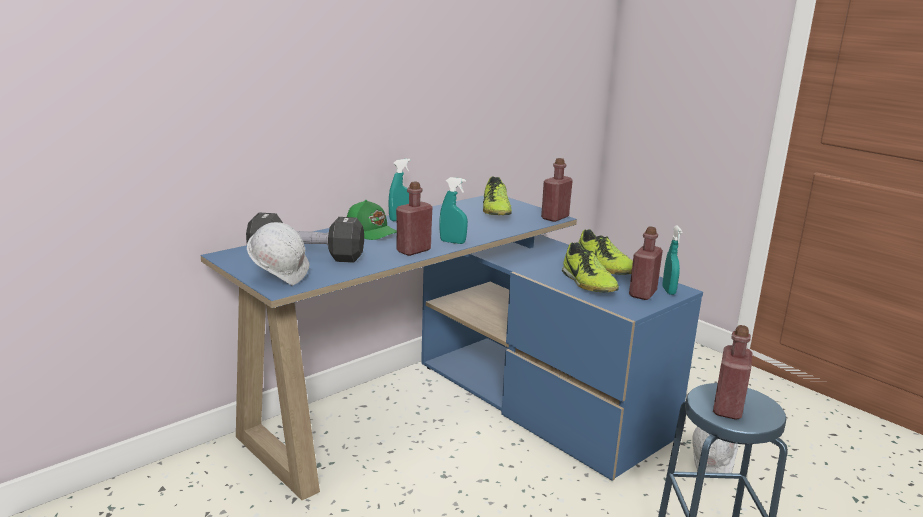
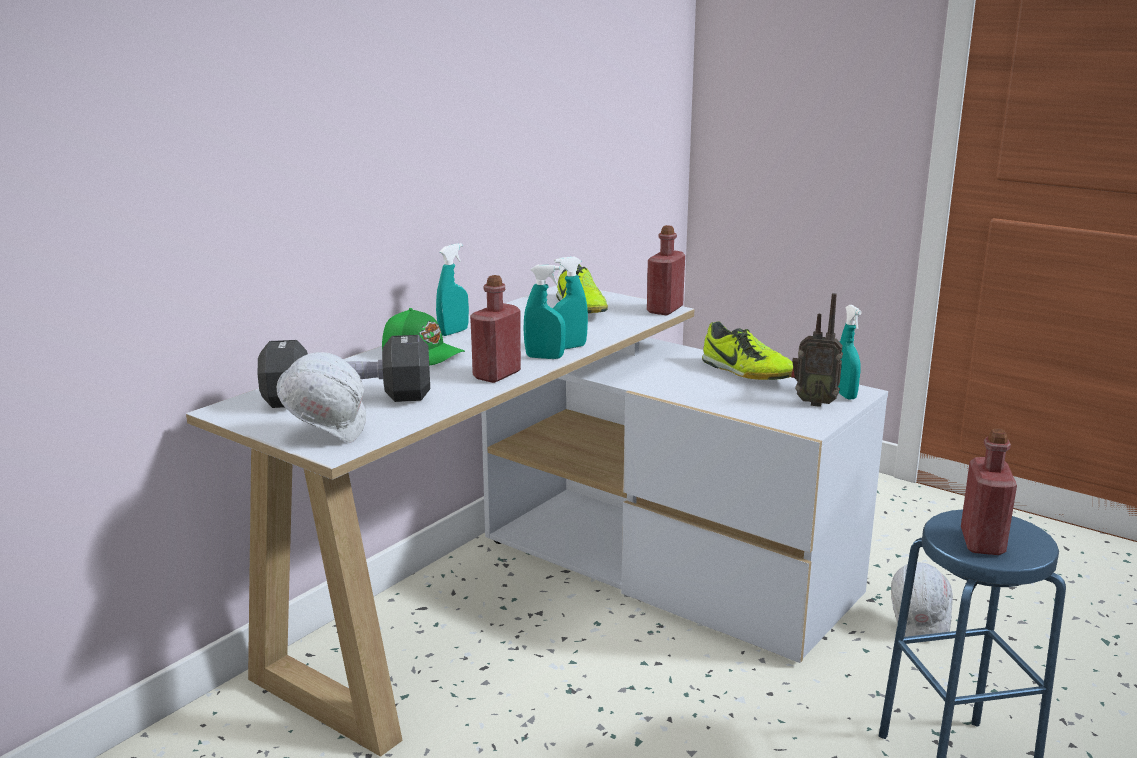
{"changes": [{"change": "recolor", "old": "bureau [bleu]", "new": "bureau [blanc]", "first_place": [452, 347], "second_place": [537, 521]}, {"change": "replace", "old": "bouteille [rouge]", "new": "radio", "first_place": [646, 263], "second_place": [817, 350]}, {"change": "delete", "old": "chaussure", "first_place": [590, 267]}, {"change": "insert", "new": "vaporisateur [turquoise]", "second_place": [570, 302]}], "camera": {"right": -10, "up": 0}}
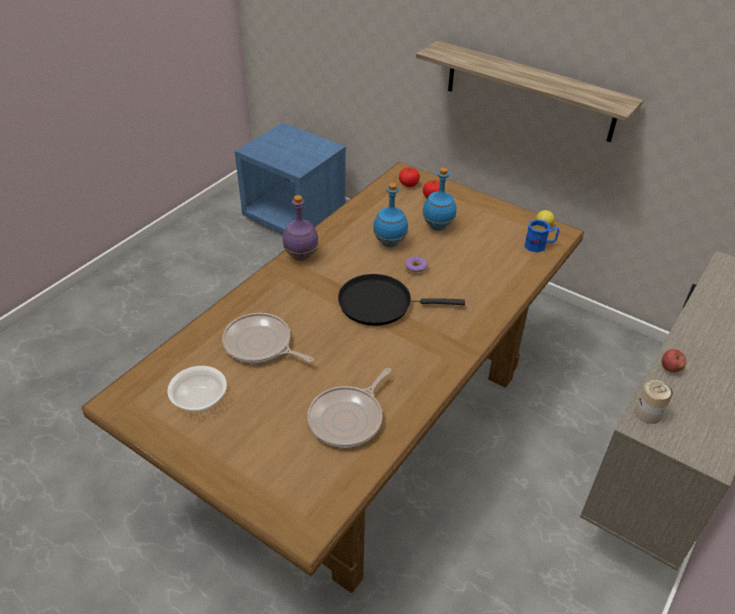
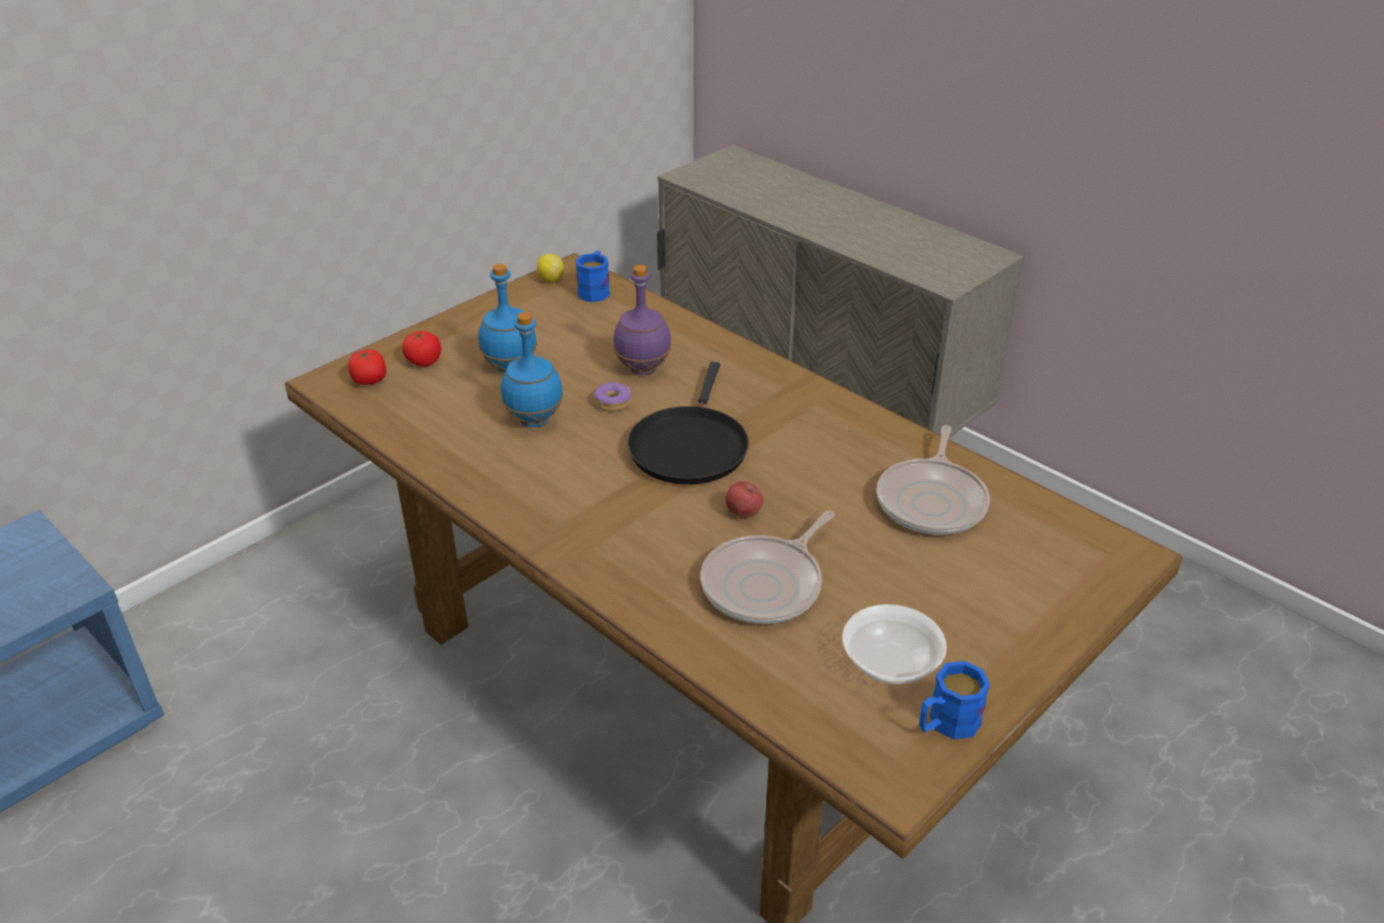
{"changes": [{"change": "delete", "old": "étagère", "first_place": [530, 91]}, {"change": "move", "old": "bouteille [violet]", "first_place": [301, 227], "second_place": [642, 320]}, {"change": "move", "old": "pomme", "first_place": [674, 361], "second_place": [744, 499]}, {"change": "rotate", "old": "poêle", "first_place": [349, 408], "second_place": [933, 480], "degrees": 60}, {"change": "delete", "old": "boîte métallique", "first_place": [654, 402]}, {"change": "insert", "new": "mug [bleu]", "second_place": [954, 700]}], "camera": {"right": -80, "up": -5}}
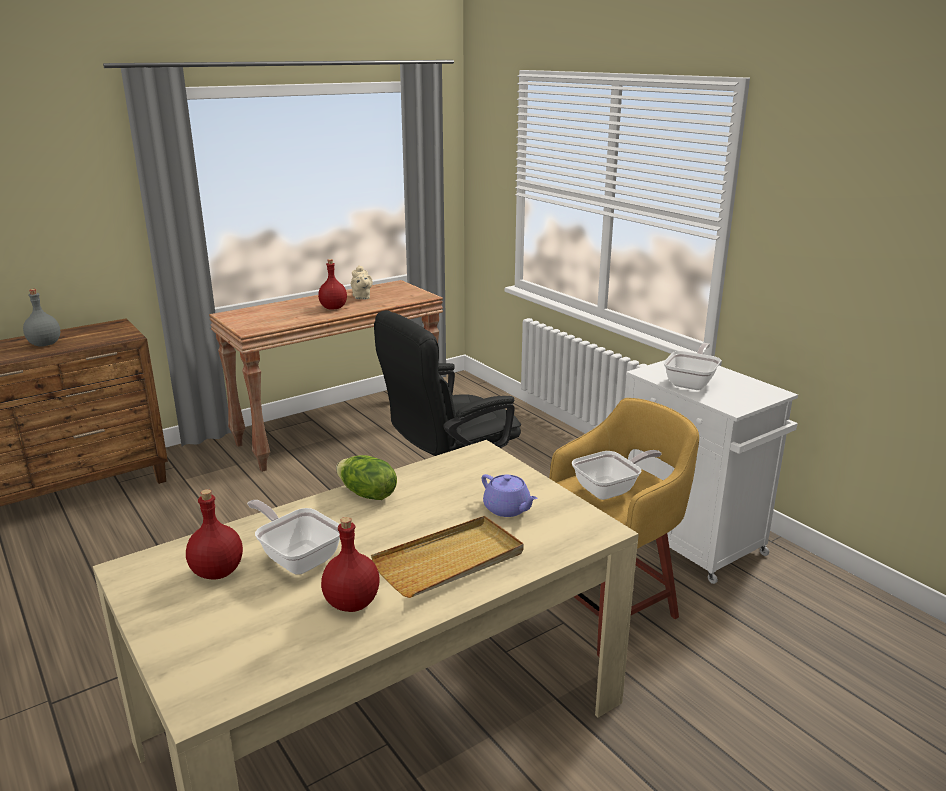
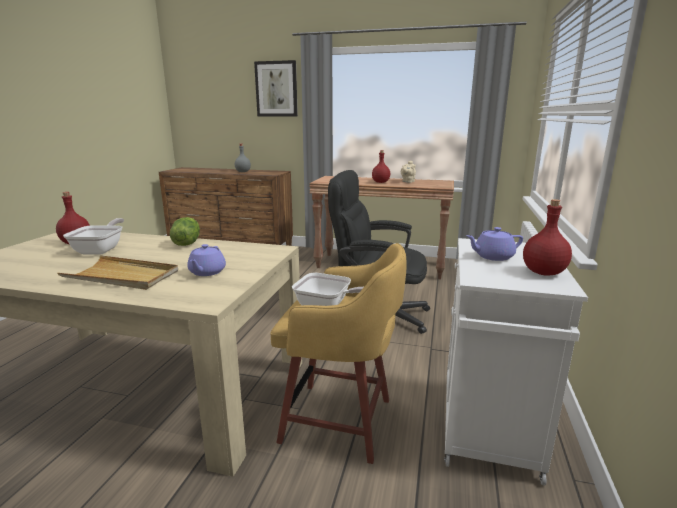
{"changes": [{"change": "replace", "old": "poêle", "new": "théière [violet]", "first_place": [692, 366], "second_place": [494, 244]}, {"change": "move", "old": "bouteille [rouge]", "first_place": [350, 564], "second_place": [547, 237]}, {"change": "insert", "new": "tableau", "second_place": [276, 88]}], "camera": {"right": 50, "up": -5}}
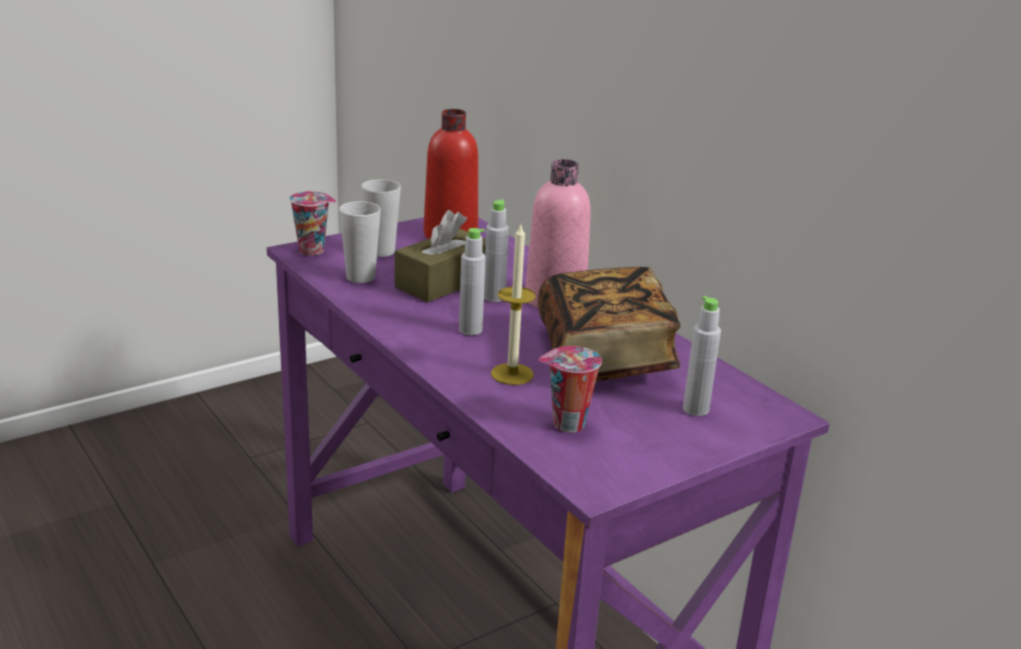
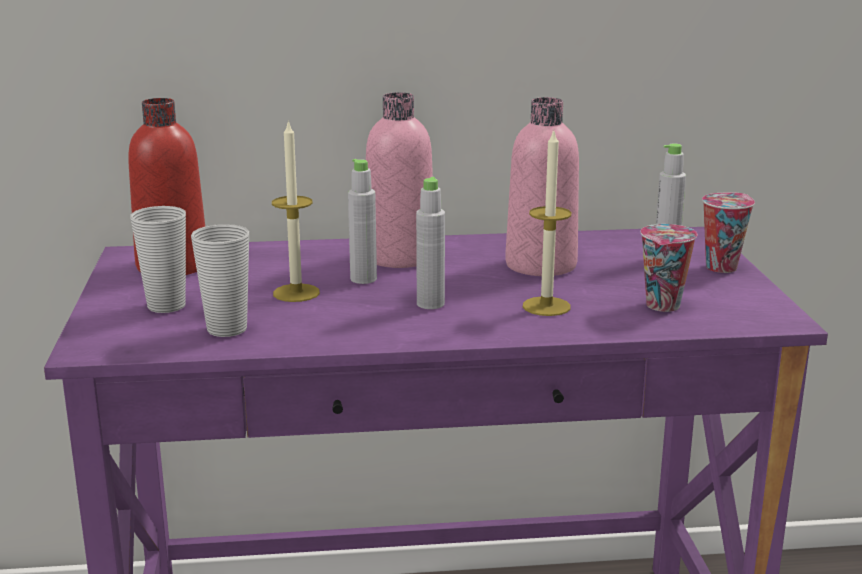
{"changes": [{"change": "move", "old": "tasse", "first_place": [312, 223], "second_place": [728, 232]}, {"change": "replace", "old": "boîte à mouchoirs [marron]", "new": "bougie", "first_place": [440, 256], "second_place": [296, 211]}, {"change": "replace", "old": "livre", "new": "bouteille [rose]", "first_place": [609, 324], "second_place": [542, 186]}], "camera": {"right": -60, "up": -5}}
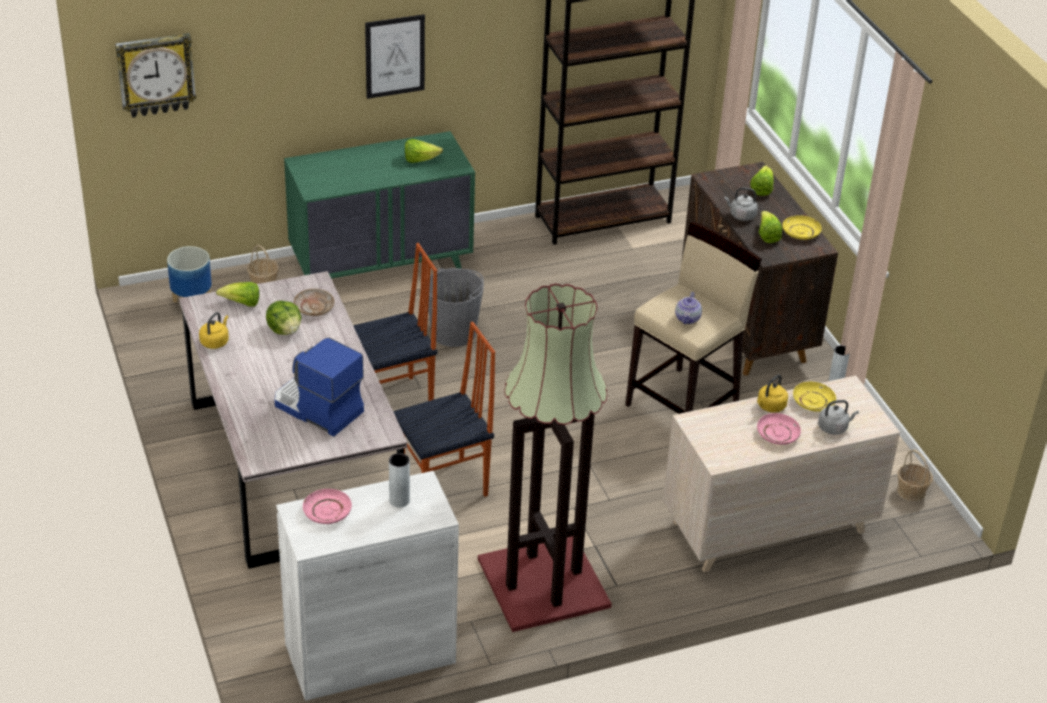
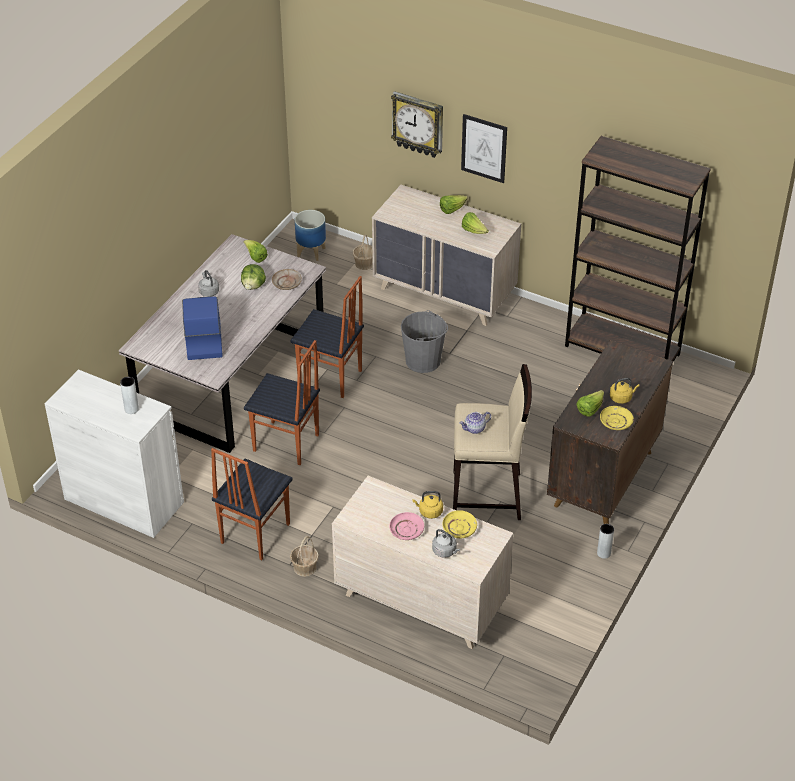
{"changes": [{"change": "move", "old": "horloge murale", "first_place": [156, 75], "second_place": [417, 124]}, {"change": "recolor", "old": "commode [vert]", "new": "commode [beige]", "first_place": [379, 205], "second_place": [446, 255]}, {"change": "move", "old": "laitue", "first_place": [762, 180], "second_place": [454, 204]}, {"change": "move", "old": "bouilloire [gris]", "first_place": [741, 204], "second_place": [208, 283]}, {"change": "replace", "old": "lampadaire", "new": "chaise", "first_place": [545, 458], "second_place": [252, 504]}, {"change": "move", "old": "bouilloire [jaune]", "first_place": [214, 330], "second_place": [624, 391]}, {"change": "move", "old": "panier", "first_place": [915, 475], "second_place": [304, 556]}, {"change": "delete", "old": "assiette [rose]", "first_place": [327, 506]}], "camera": {"right": 50, "up": 5}}
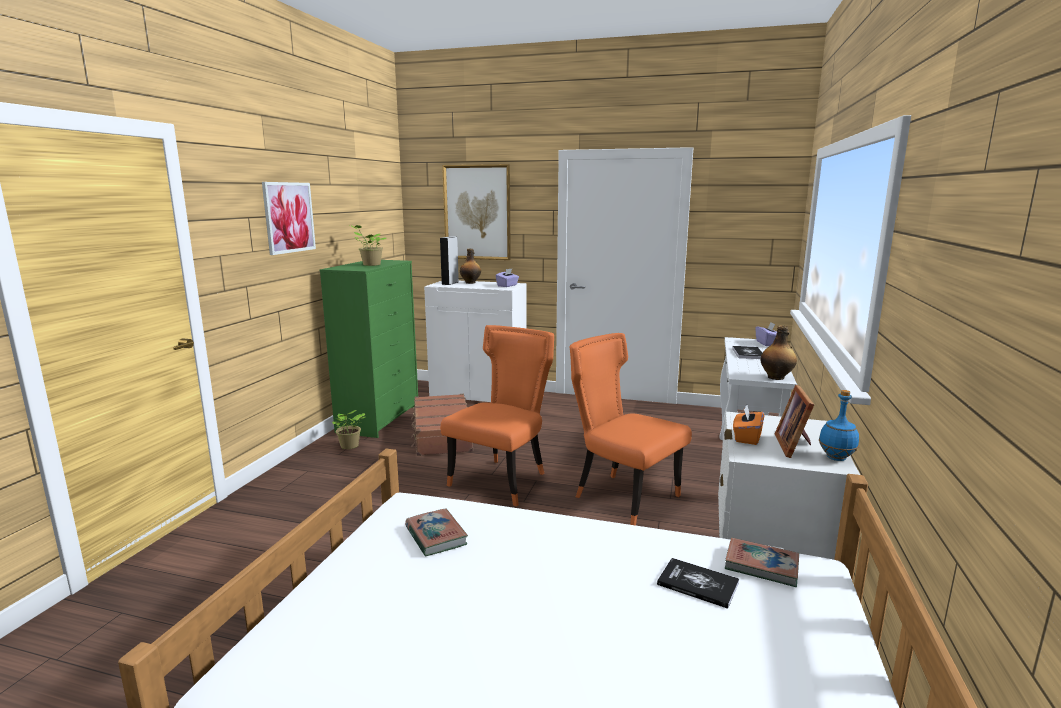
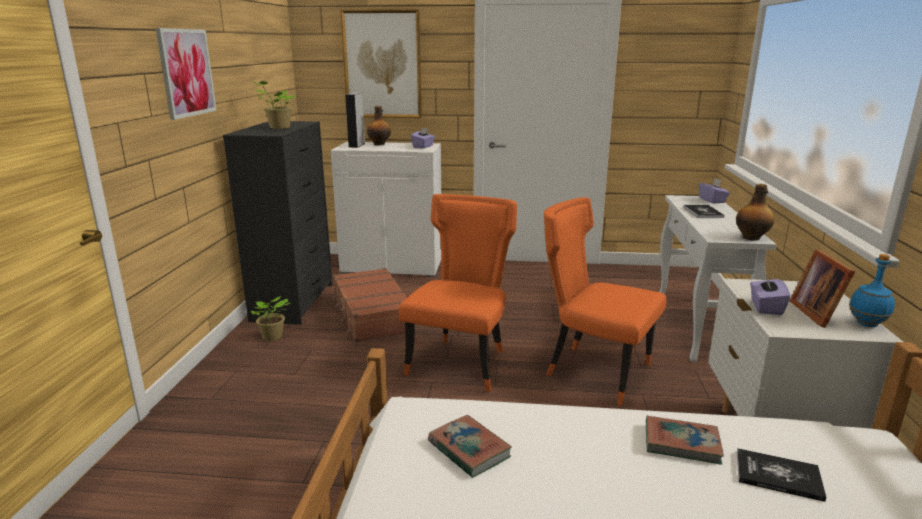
{"changes": [{"change": "recolor", "old": "commode [vert]", "new": "commode [noir]", "first_place": [368, 349], "second_place": [278, 223]}, {"change": "recolor", "old": "boîte à mouchoirs [orange]", "new": "boîte à mouchoirs [violet]", "first_place": [749, 425], "second_place": [770, 294]}, {"change": "move", "old": "livre", "first_place": [762, 562], "second_place": [685, 440]}], "camera": {"right": -10, "up": 5}}
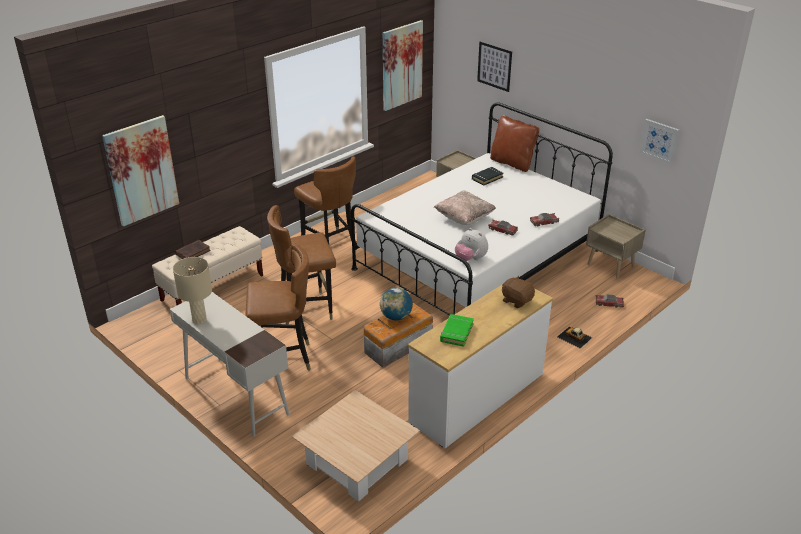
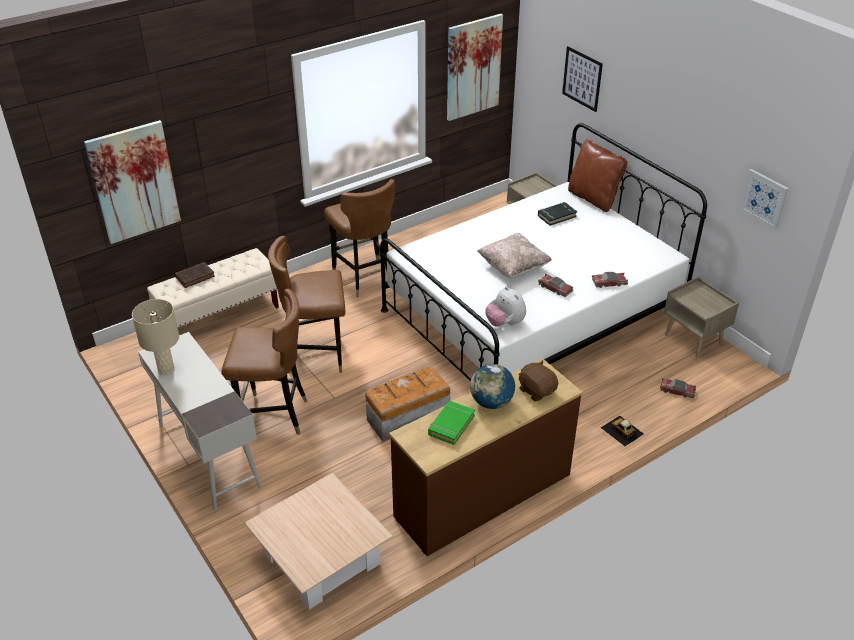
{"changes": [{"change": "recolor", "old": "commode [blanc]", "new": "commode [marron]", "first_place": [480, 362], "second_place": [486, 457]}, {"change": "move", "old": "globe", "first_place": [396, 304], "second_place": [492, 386]}], "camera": {"right": 10, "up": 5}}
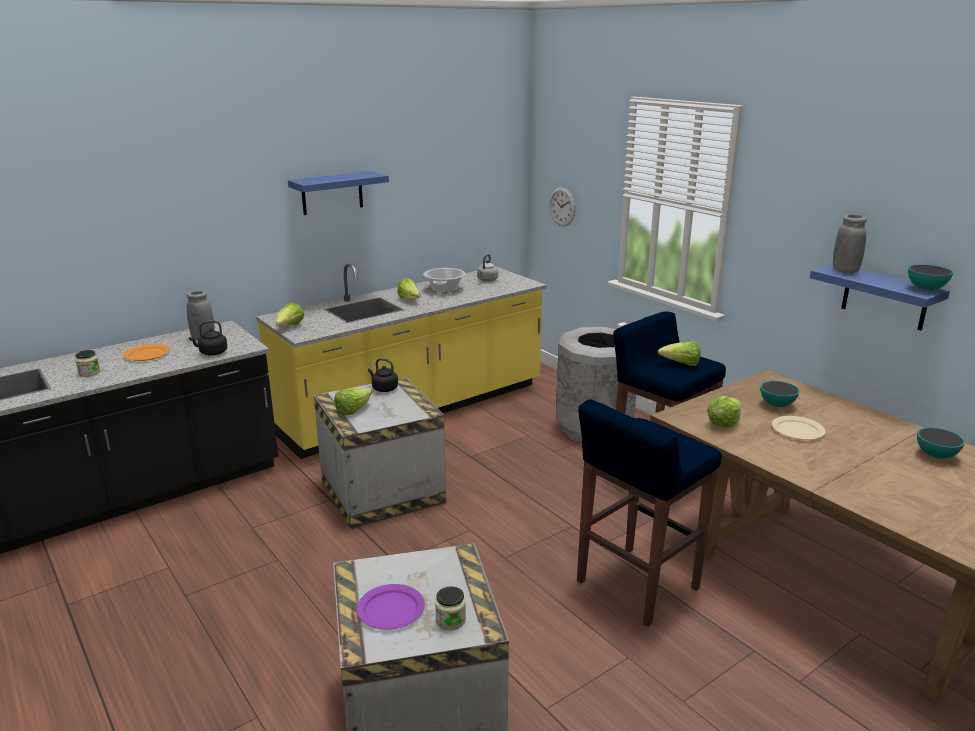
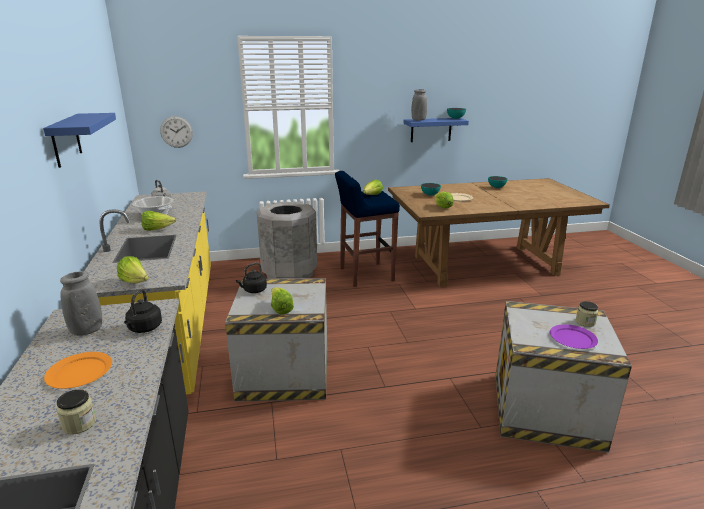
{"changes": [{"change": "delete", "old": "tabouret [bleu]", "first_place": [649, 513]}], "camera": {"right": -65, "up": 0}}
